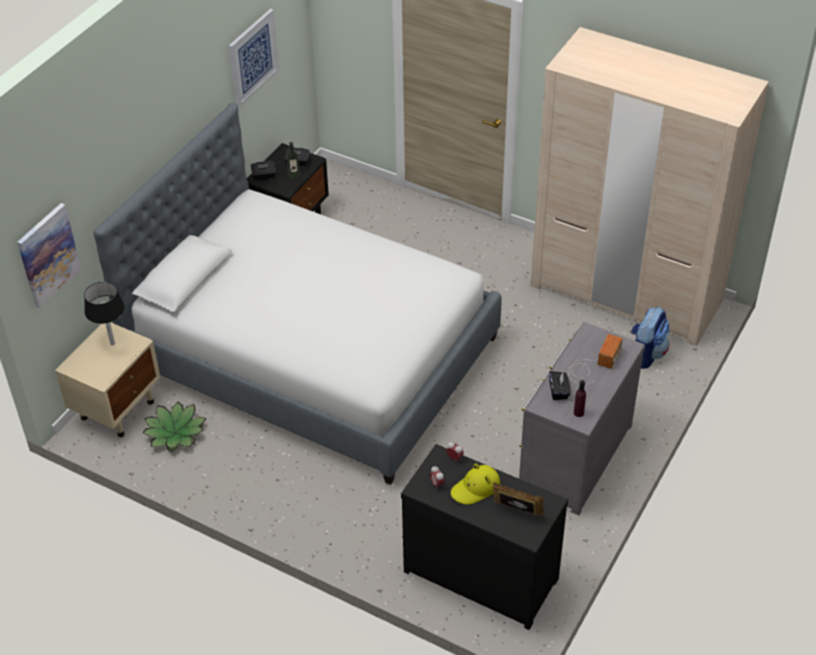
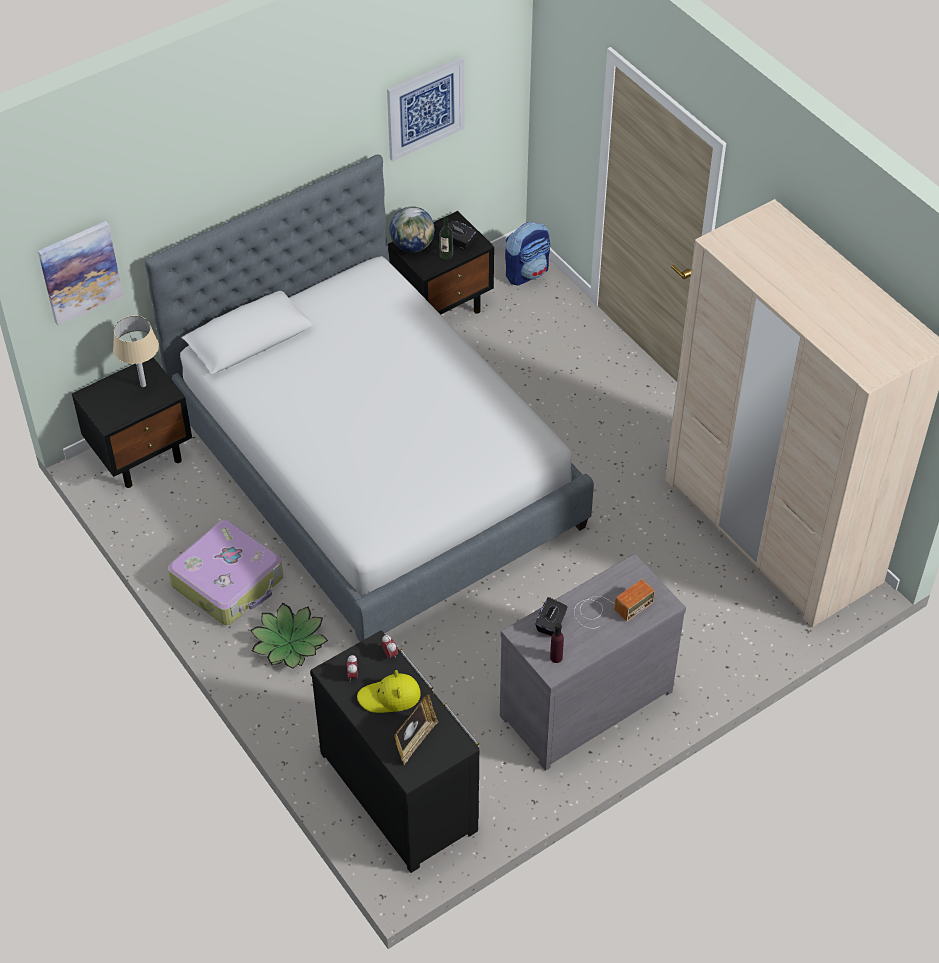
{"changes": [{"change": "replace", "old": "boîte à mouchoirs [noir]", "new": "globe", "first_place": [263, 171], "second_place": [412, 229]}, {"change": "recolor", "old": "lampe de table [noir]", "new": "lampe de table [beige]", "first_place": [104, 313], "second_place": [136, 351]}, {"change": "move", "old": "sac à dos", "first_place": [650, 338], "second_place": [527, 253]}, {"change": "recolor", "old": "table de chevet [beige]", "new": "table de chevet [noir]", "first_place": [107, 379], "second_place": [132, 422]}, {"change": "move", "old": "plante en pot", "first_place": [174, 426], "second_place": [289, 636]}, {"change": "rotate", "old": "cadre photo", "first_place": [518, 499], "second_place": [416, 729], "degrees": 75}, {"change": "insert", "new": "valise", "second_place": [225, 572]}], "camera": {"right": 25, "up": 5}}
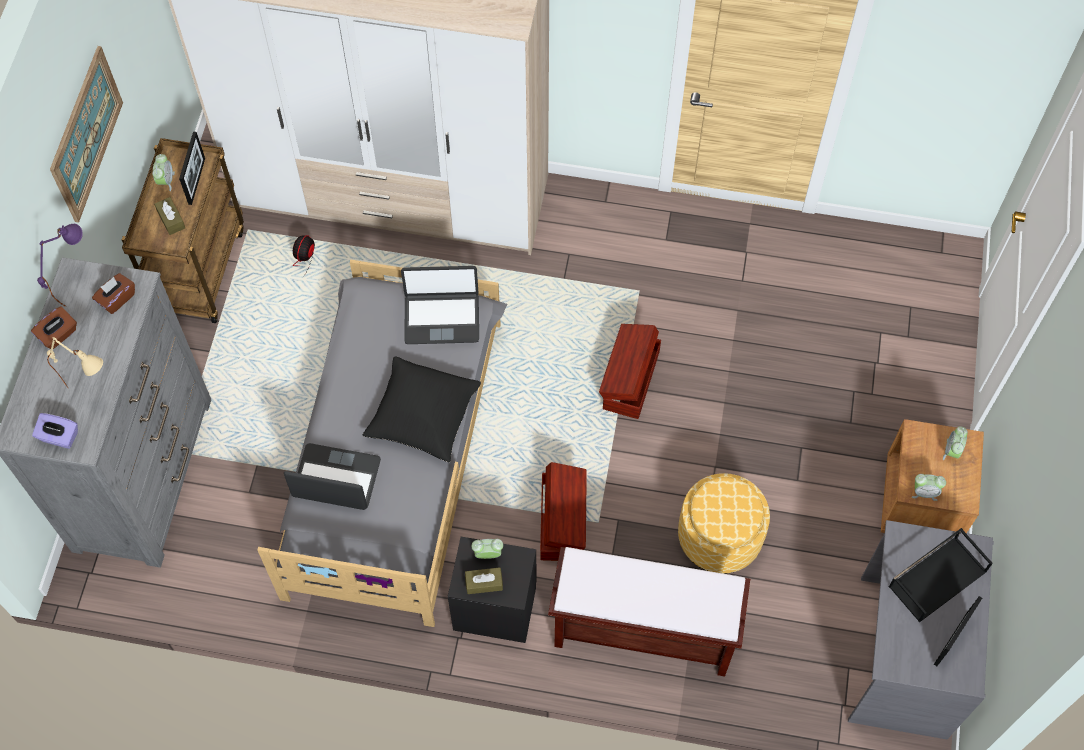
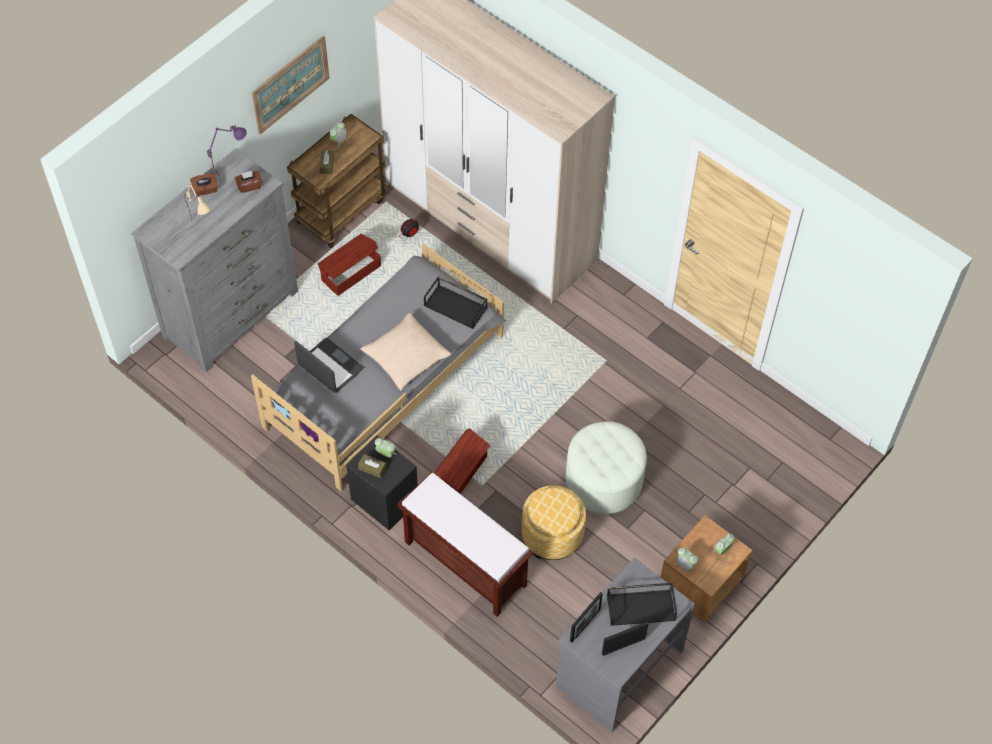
{"changes": [{"change": "move", "old": "cadre photo", "first_place": [192, 168], "second_place": [586, 617]}, {"change": "replace", "old": "ordinateur portable", "new": "plateau [noir]", "first_place": [440, 305], "second_place": [455, 302]}, {"change": "move", "old": "boîte de rangement [marron]", "first_place": [630, 371], "second_place": [349, 265]}, {"change": "recolor", "old": "coussin [noir]", "new": "coussin [beige]", "first_place": [421, 409], "second_place": [405, 352]}, {"change": "delete", "old": "boîte à mouchoirs [violet]", "first_place": [55, 431]}, {"change": "insert", "new": "pouf [blanc]", "second_place": [606, 467]}], "camera": {"right": 30, "up": -5}}
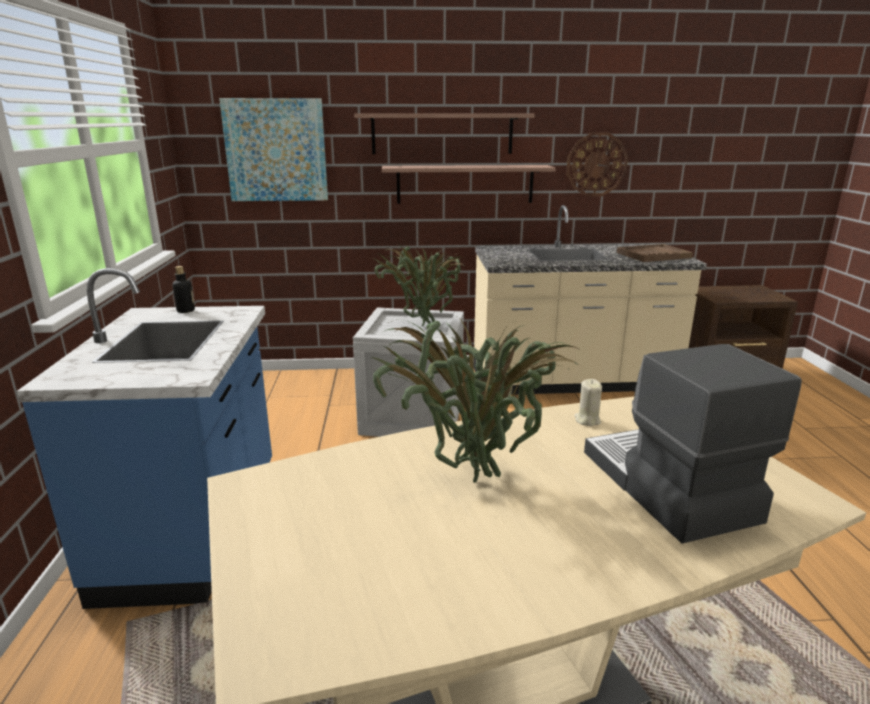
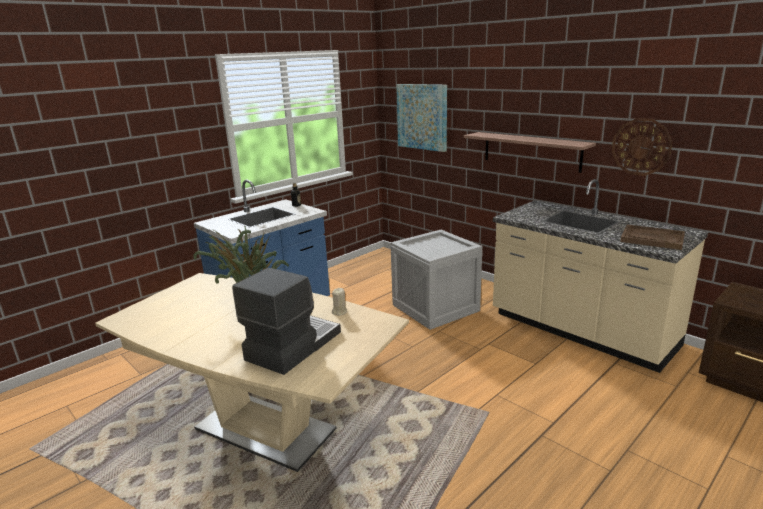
{"changes": [{"change": "delete", "old": "étagère", "first_place": [444, 134]}, {"change": "delete", "old": "plante en pot", "first_place": [418, 285]}], "camera": {"right": 50, "up": 0}}
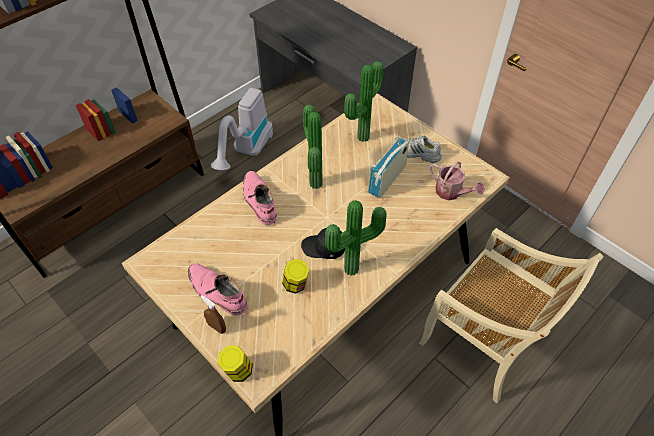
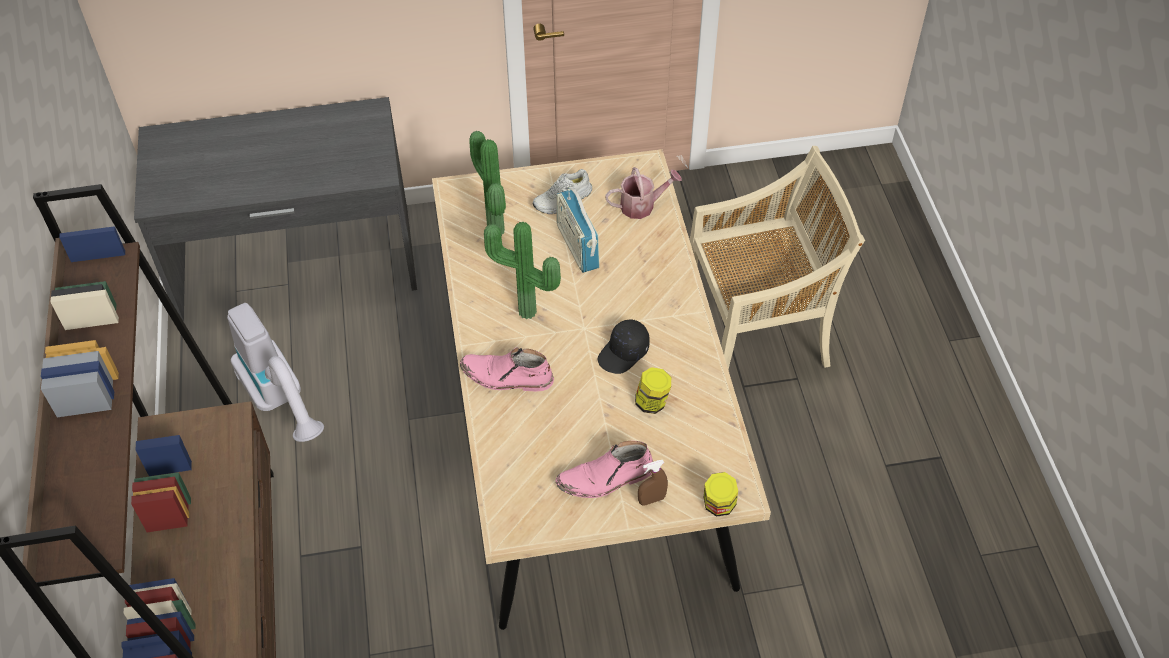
{"changes": [{"change": "delete", "old": "plante en pot", "first_place": [355, 238]}], "camera": {"right": -55, "up": 0}}
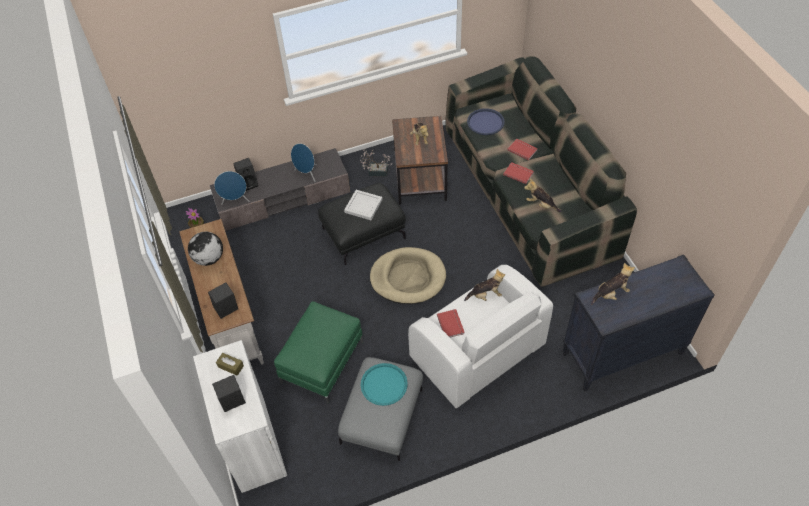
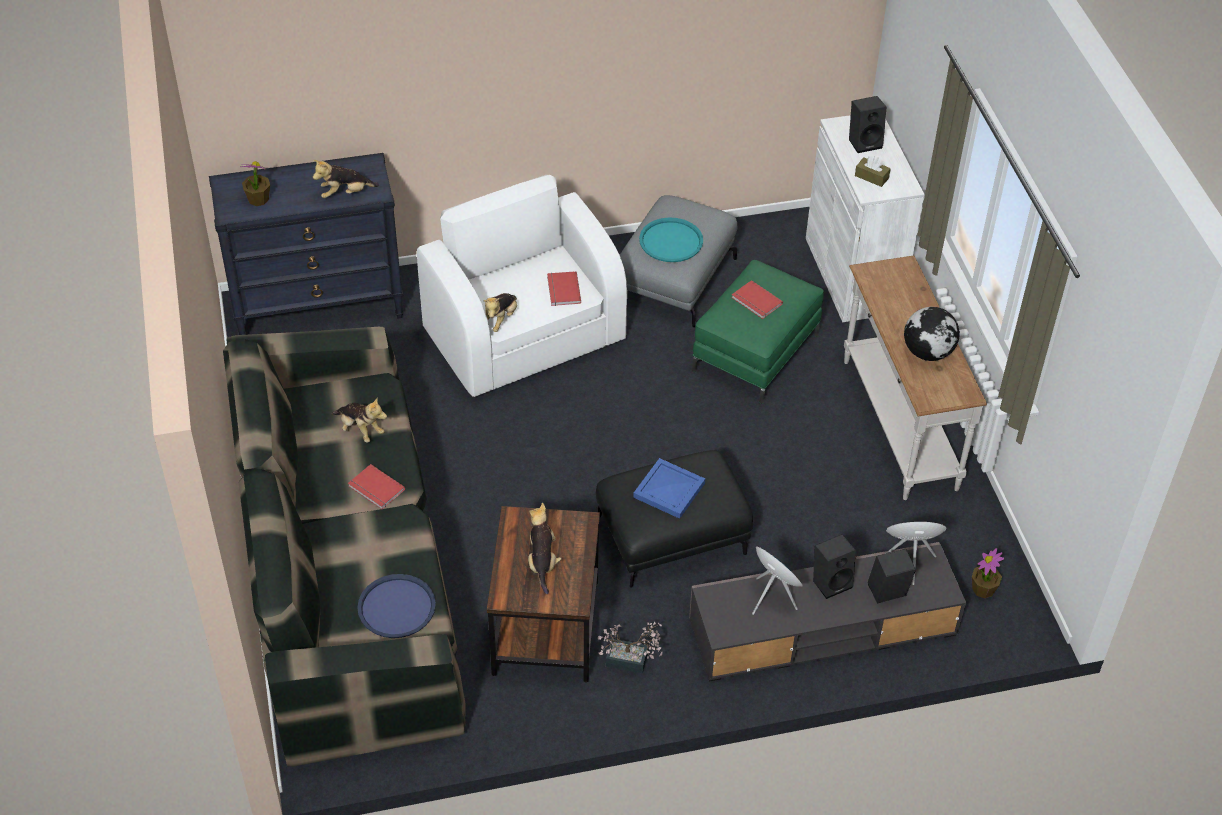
{"changes": [{"change": "move", "old": "livre [rouge]", "first_place": [522, 150], "second_place": [757, 299]}, {"change": "recolor", "old": "plateau [blanc]", "new": "plateau [bleu]", "first_place": [363, 205], "second_place": [669, 488]}, {"change": "delete", "old": "panier pour chien [beige]", "first_place": [408, 275]}, {"change": "rotate", "old": "peluche", "first_place": [484, 285], "second_place": [500, 312], "degrees": -60}, {"change": "move", "old": "enceinte [noir]", "first_place": [223, 300], "second_place": [834, 566]}, {"change": "insert", "new": "plante en pot", "second_place": [255, 183]}], "camera": {"right": -175, "up": -5}}
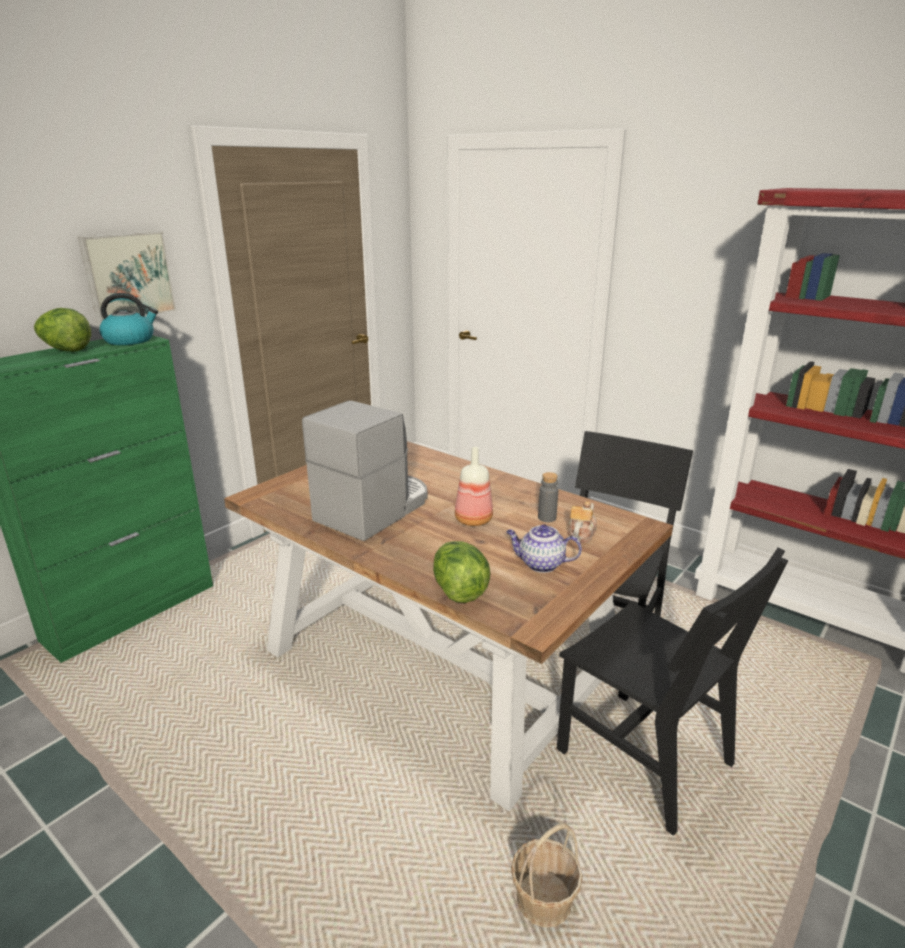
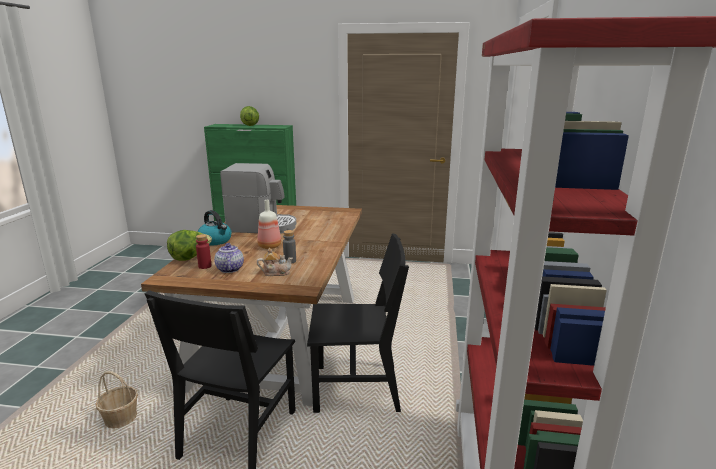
{"changes": [{"change": "delete", "old": "tableau", "first_place": [127, 277]}, {"change": "move", "old": "bouilloire", "first_place": [128, 319], "second_place": [215, 228]}, {"change": "insert", "new": "bouteille [rouge]", "second_place": [204, 251]}], "camera": {"right": 60, "up": -5}}
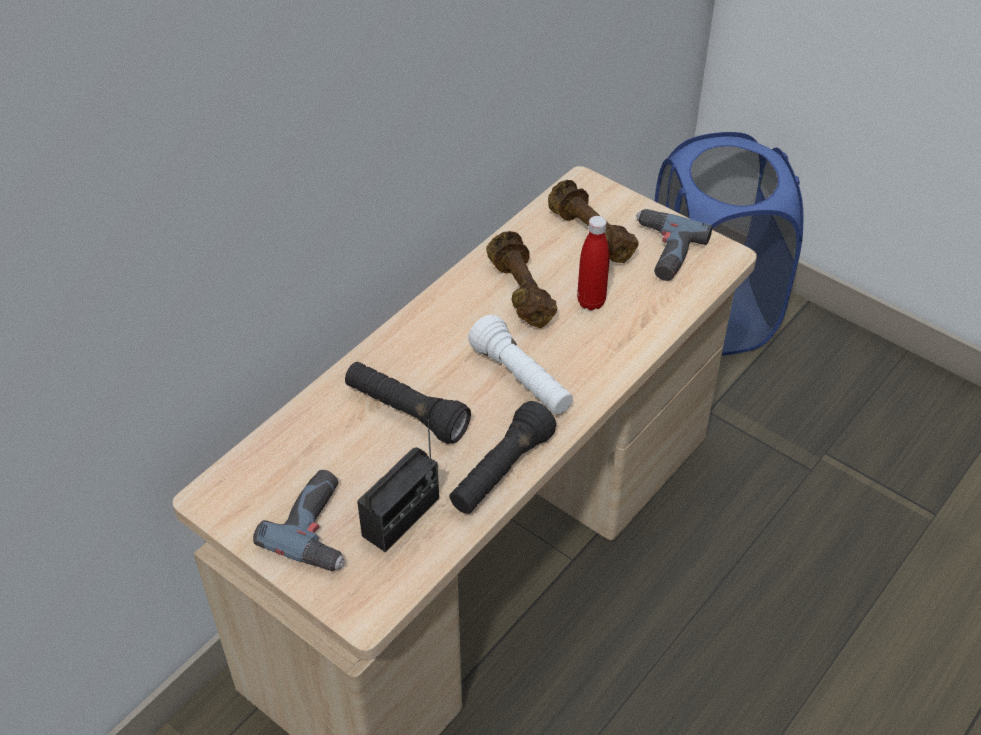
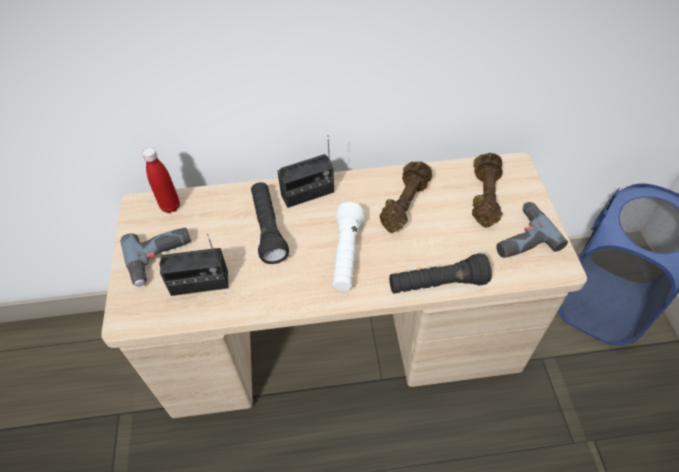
{"changes": [{"change": "move", "old": "bouteille [rouge]", "first_place": [593, 263], "second_place": [161, 180]}, {"change": "move", "old": "lampe de poche [noir]", "first_place": [502, 457], "second_place": [440, 273]}, {"change": "insert", "new": "radio", "second_place": [305, 174]}], "camera": {"right": 45, "up": 5}}
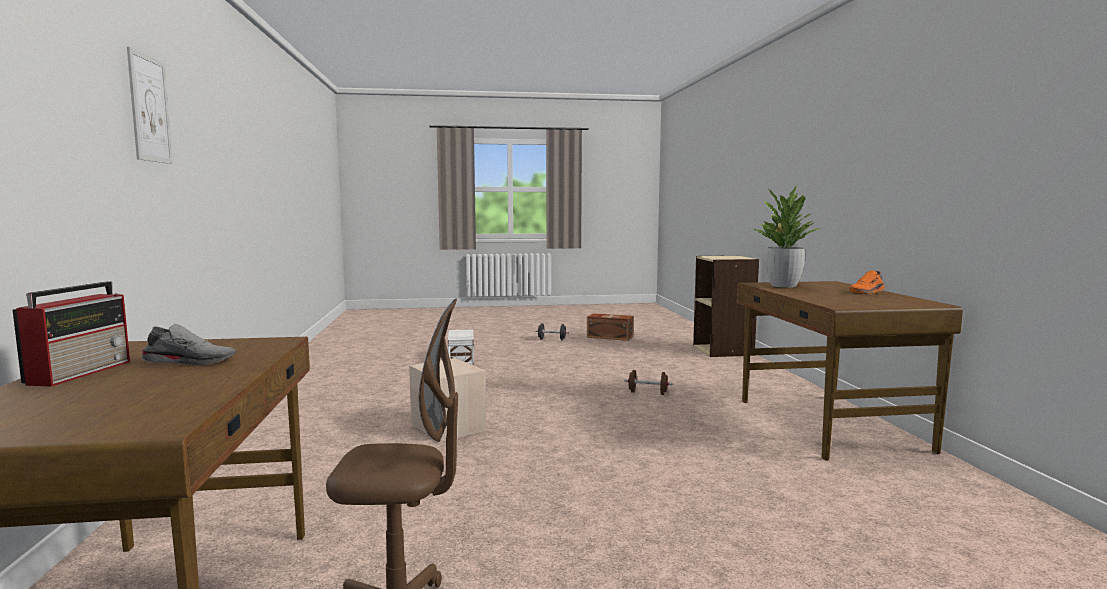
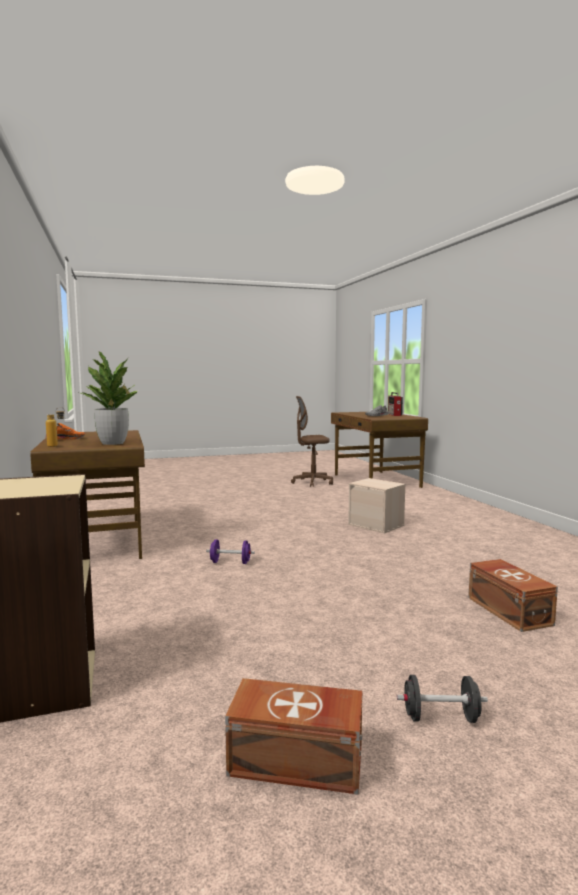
{"changes": [{"change": "delete", "old": "tableau", "first_place": [150, 105]}, {"change": "recolor", "old": "boîte de rangement [blanc]", "new": "boîte de rangement [marron]", "first_place": [461, 347], "second_place": [513, 595]}, {"change": "recolor", "old": "haltère [marron]", "new": "haltère [violet]", "first_place": [648, 382], "second_place": [230, 551]}, {"change": "insert", "new": "bouteille", "second_place": [55, 427]}], "camera": {"right": 170, "up": 0}}
